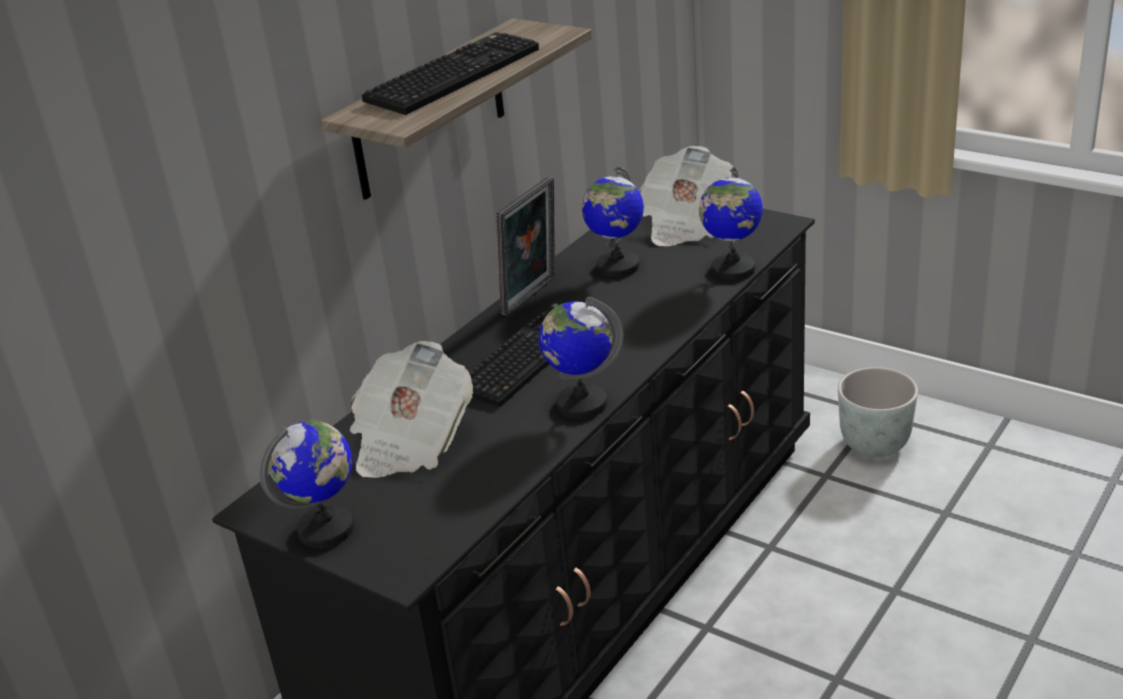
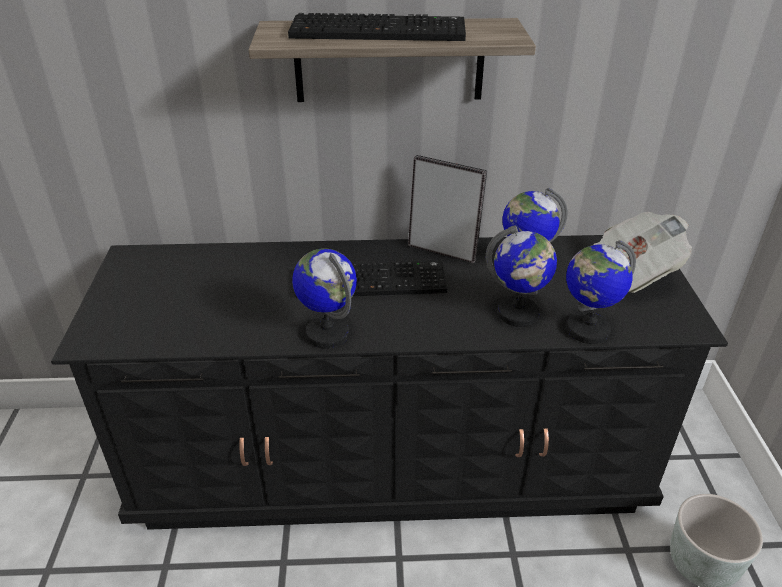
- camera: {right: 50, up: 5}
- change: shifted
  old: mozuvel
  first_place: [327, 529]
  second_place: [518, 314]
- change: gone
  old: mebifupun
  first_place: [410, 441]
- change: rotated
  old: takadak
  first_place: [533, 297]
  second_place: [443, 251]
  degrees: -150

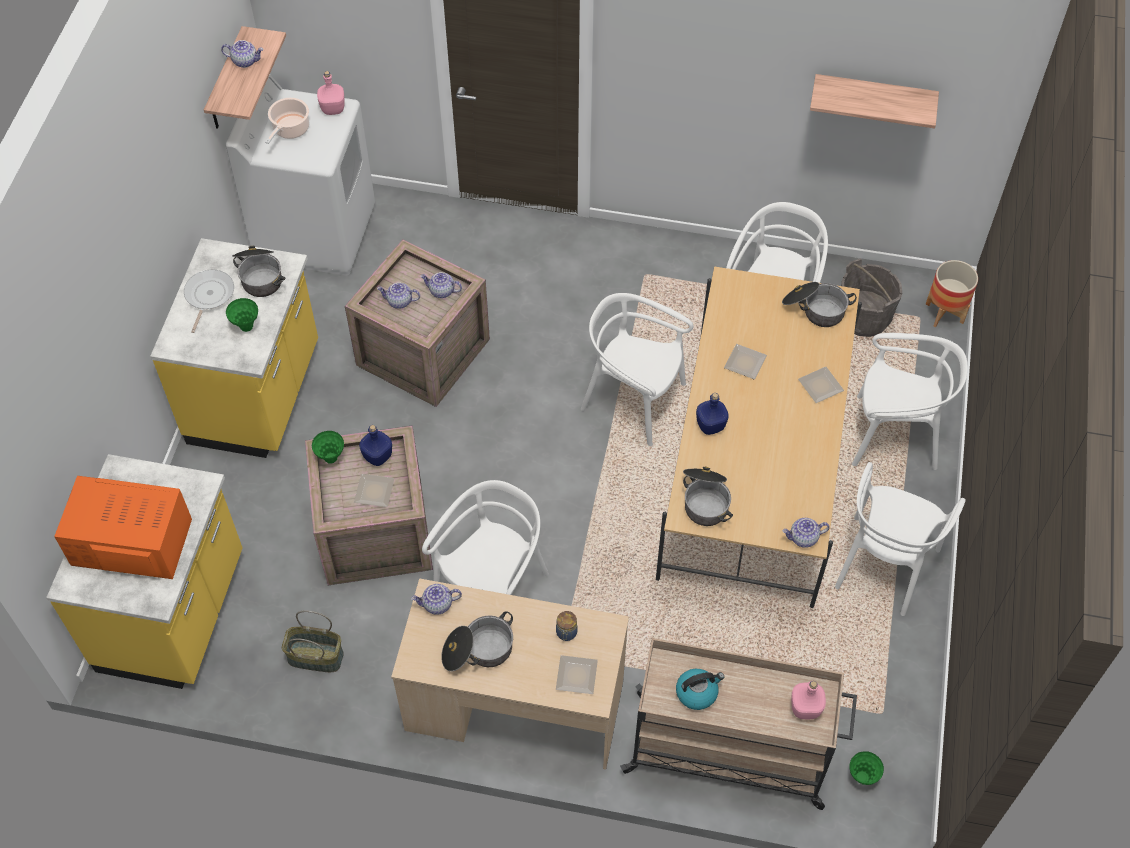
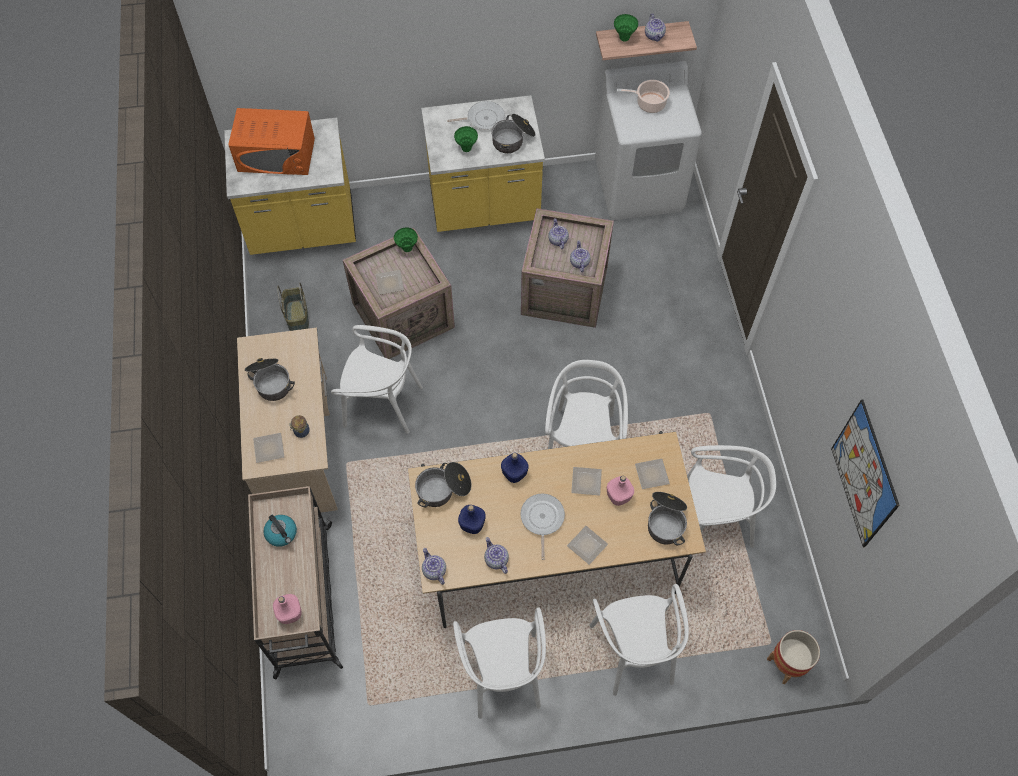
- camera: {right: 70, up: 5}
- change: rotated
  old: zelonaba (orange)
  first_place: [131, 541]
  second_place: [276, 155]
  degrees: 105
- change: shifted
  old: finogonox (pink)
  first_place: [333, 109]
  second_place: [619, 496]
- change: shifted
  old: finogonox (blue)
  first_place: [377, 457]
  second_place: [471, 524]
- change: shifted
  old: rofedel
  first_place: [437, 604]
  second_place: [496, 560]
- change: swapped
  old: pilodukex
  new: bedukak
  first_place: [873, 97]
  second_place: [864, 474]
- change: rotated
  old: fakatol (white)
  first_place: [884, 565]
  second_place: [503, 674]
  degrees: -105
- change: gone
  old: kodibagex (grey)
  first_place: [864, 317]
- change: shifted
  old: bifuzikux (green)
  first_place: [862, 777]
  second_place: [624, 38]
- change: new
  new: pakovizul
  second_place: [542, 519]
- change: new
  new: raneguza
  second_place: [653, 475]

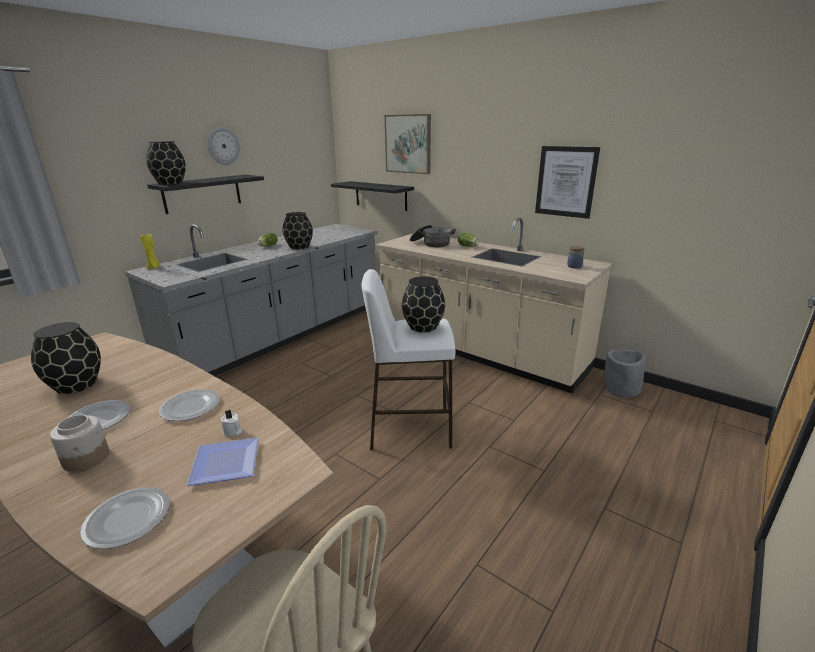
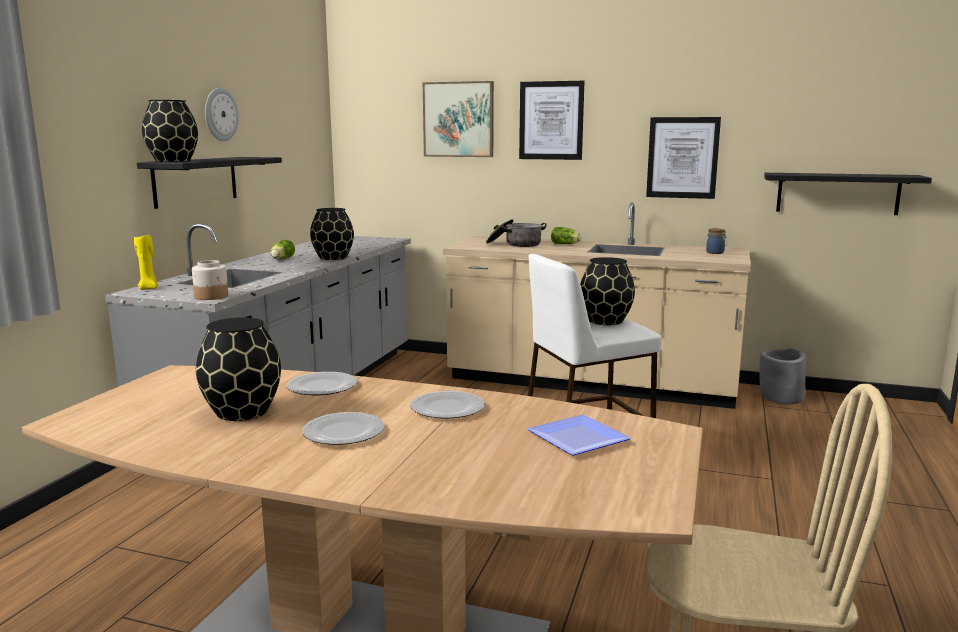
- camera: {right: -20, up: -10}
- change: shifted
  old: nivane
  first_place: [86, 458]
  second_place: [212, 296]
- change: shifted
  old: raneguza
  first_place: [129, 518]
  second_place: [322, 386]
- change: gone
  old: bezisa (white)
  first_place: [232, 431]
- change: shifted
  old: pilodukex (black)
  first_place: [380, 195]
  second_place: [837, 193]
- change: new
  new: bedukak
  second_place: [551, 120]

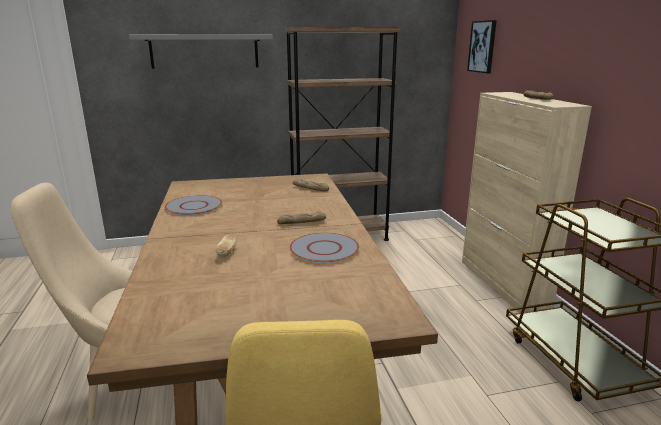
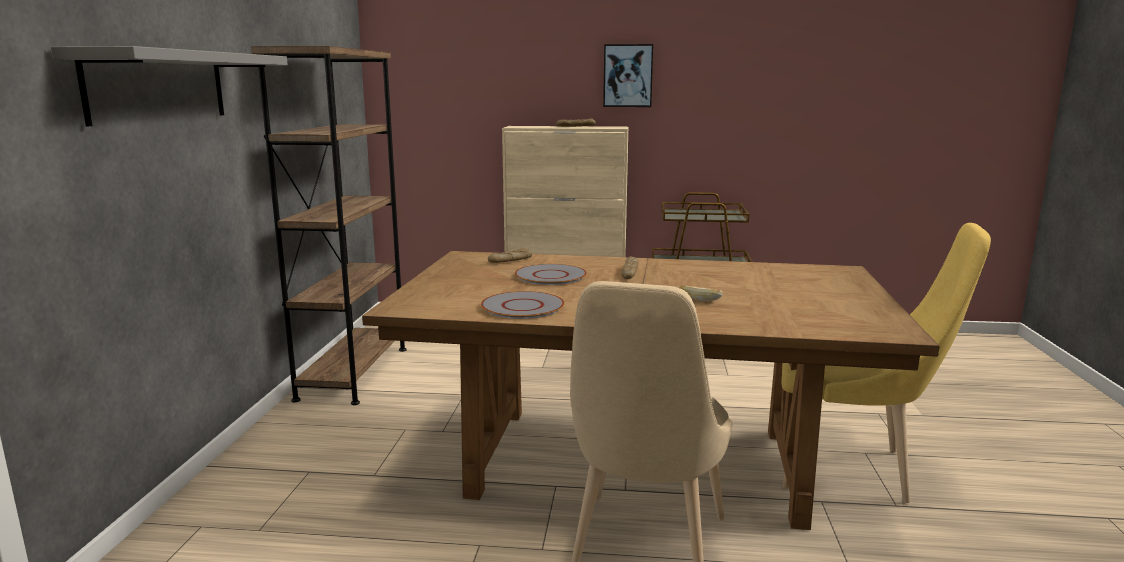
- camera: {right: -70, up: -5}
- change: shifted
  old: raneguza (grey)
  first_place: [324, 249]
  second_place: [550, 276]
- change: shifted
  old: bedukak
  first_place: [482, 46]
  second_place: [628, 75]

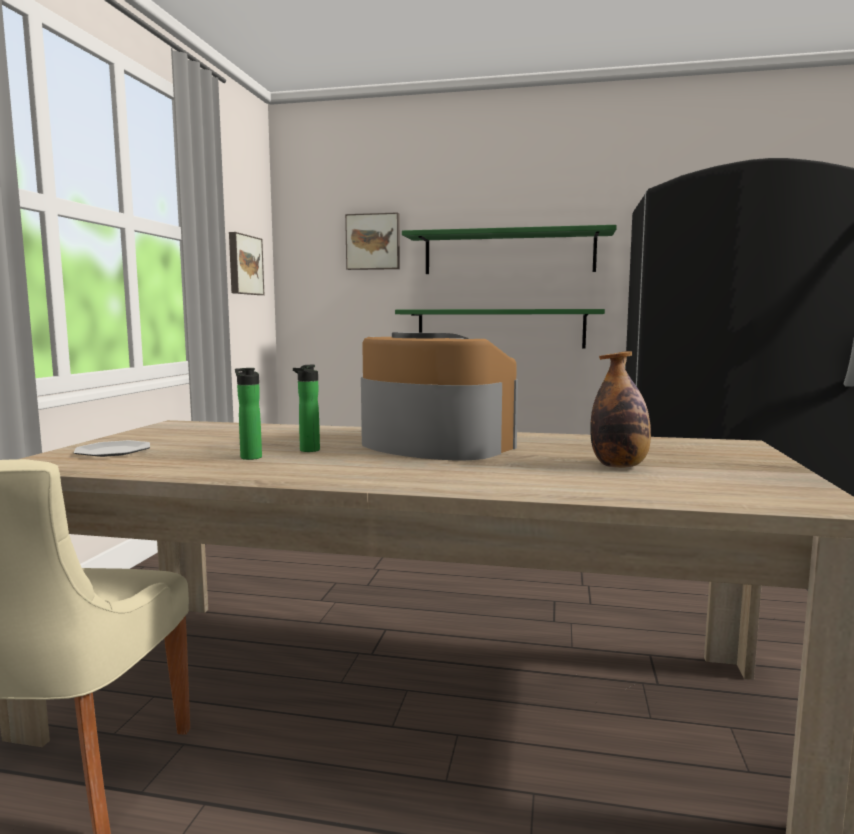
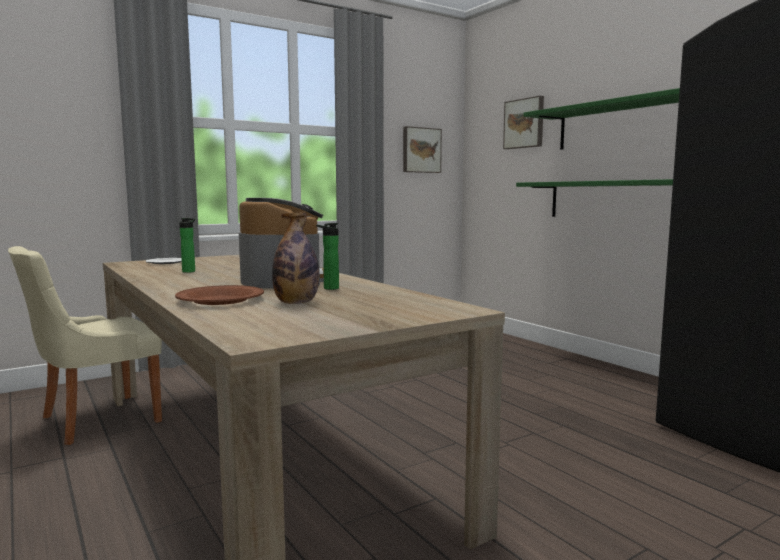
- camera: {right: 45, up: 0}
- change: shifted
  old: finogonox
  first_place: [308, 451]
  second_place: [328, 288]
- change: new
  new: raneguza (brown)
  second_place: [220, 300]

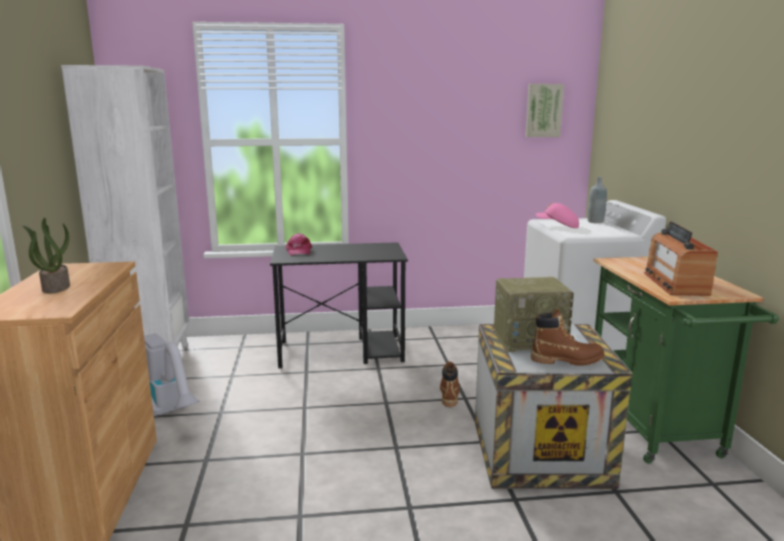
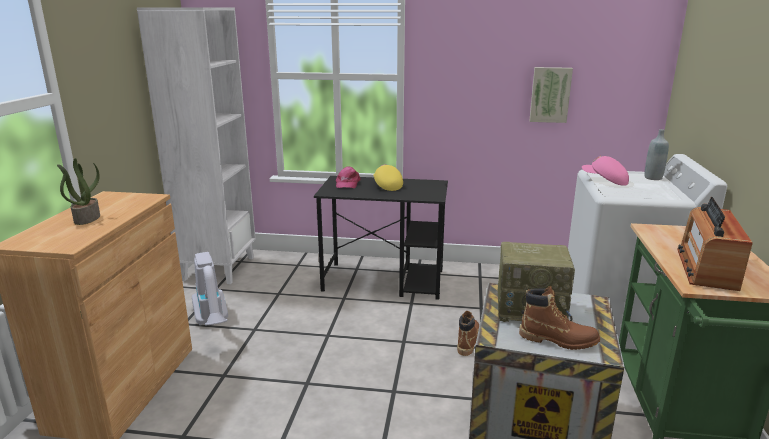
- camera: {right: 15, up: 5}
- change: shifted
  old: bedukak
  first_place: [543, 110]
  second_place: [550, 94]
- change: new
  new: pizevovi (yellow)
  second_place: [386, 186]

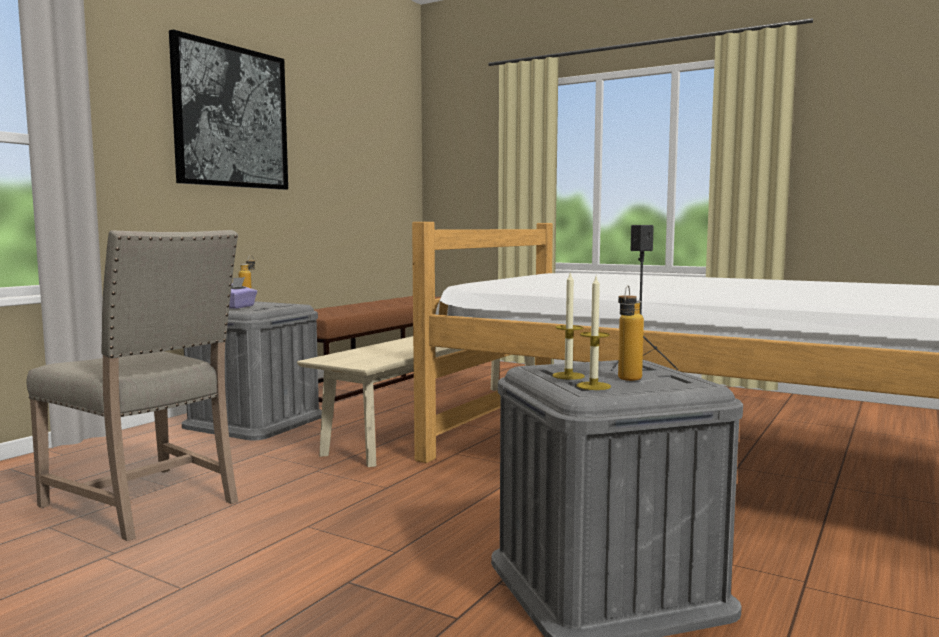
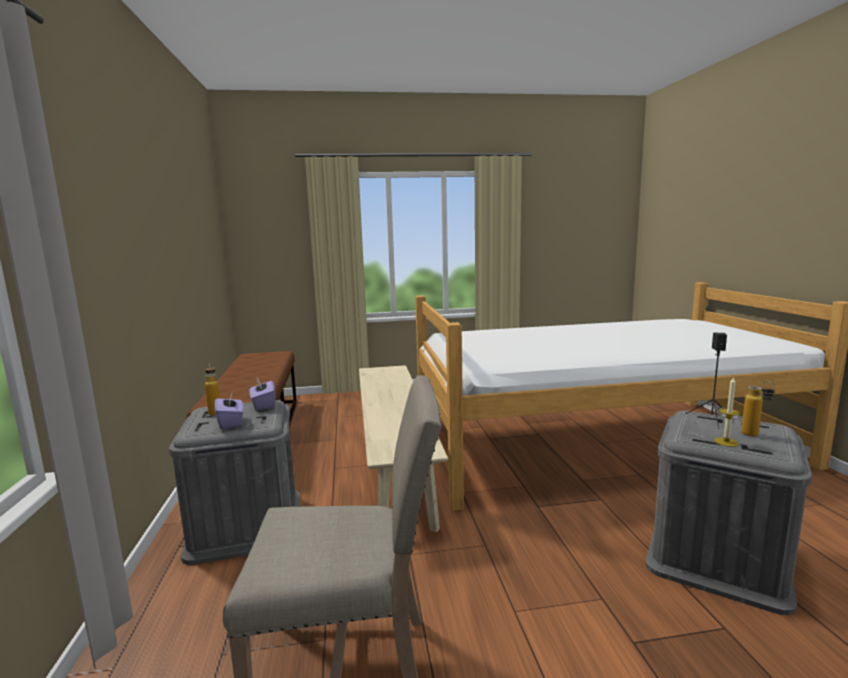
- camera: {right: -40, up: 5}
- change: gone
  old: bedukak
  first_place: [231, 117]
- change: gone
  old: bezisa
  first_place: [593, 386]
- change: new
  new: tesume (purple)
  second_place: [263, 405]

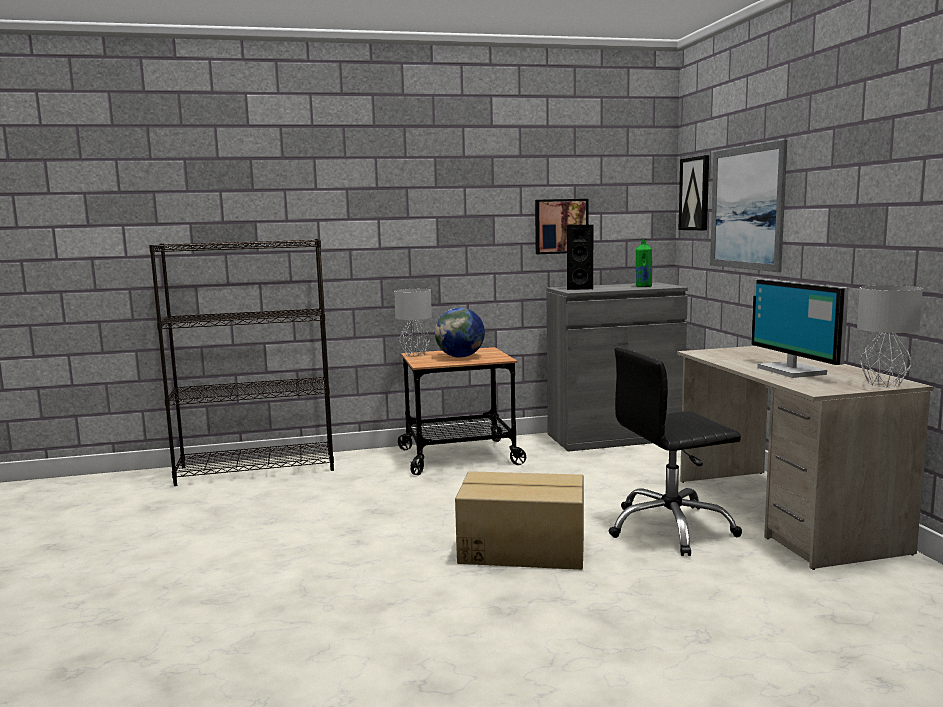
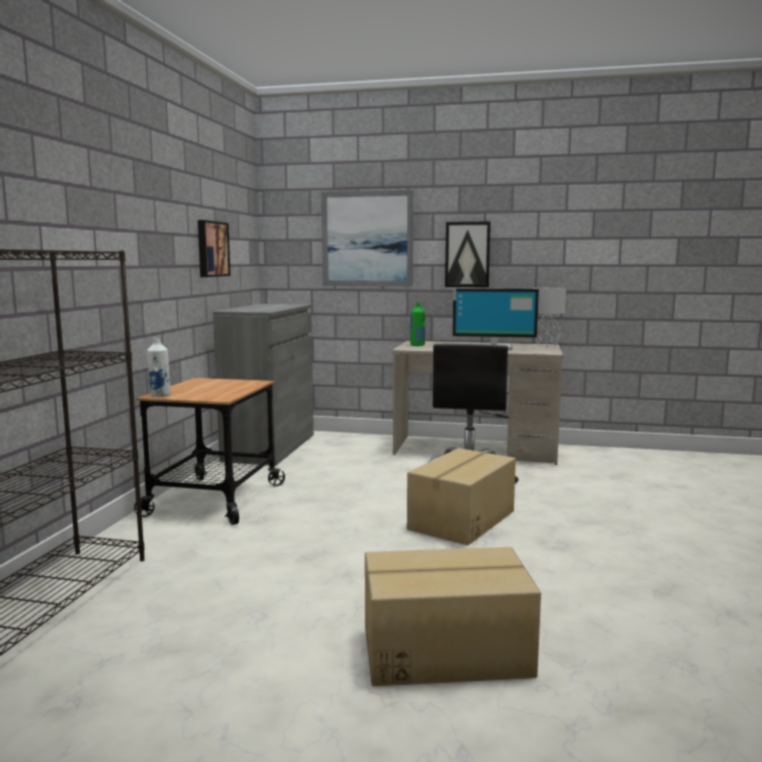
- camera: {right: -65, up: 0}
- change: swapped
  old: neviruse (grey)
  new: finogonox (white)
  first_place: [415, 354]
  second_place: [160, 395]
- change: gone
  old: mozuvel
  first_place: [460, 357]
- change: gone
  old: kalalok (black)
  first_place: [579, 288]
- change: shifted
  old: finogonox (green)
  first_place: [643, 286]
  second_place: [417, 345]
- change: shifted
  old: bedukak
  first_place: [695, 194]
  second_place: [467, 254]
- change: new
  new: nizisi
  second_place: [444, 650]

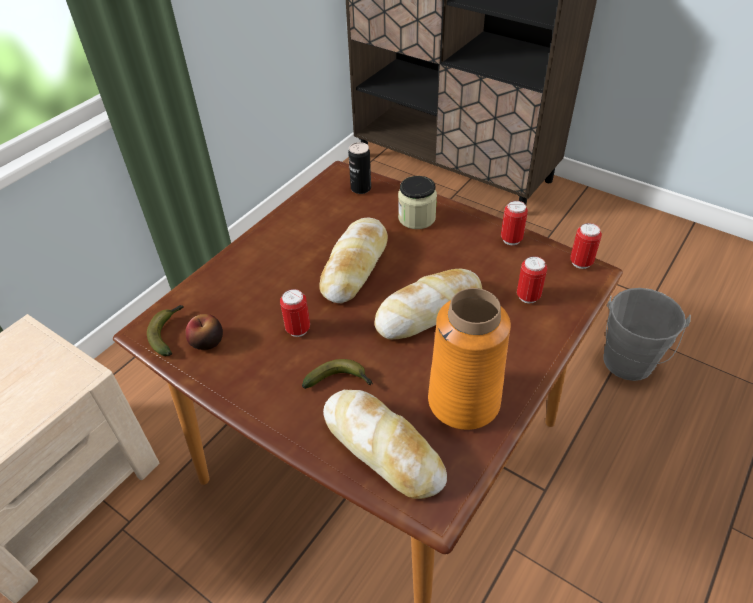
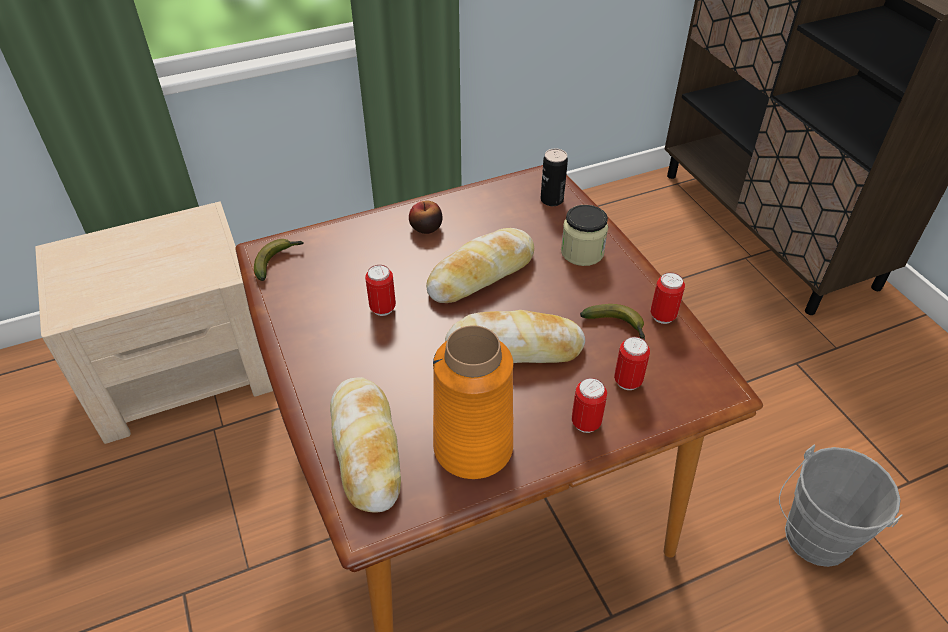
- camera: {right: 30, up: 0}
- change: shifted
  old: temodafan
  first_place: [207, 341]
  second_place: [426, 227]
- change: shifted
  old: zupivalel
  first_place: [340, 381]
  second_place: [617, 326]
- change: shifted
  old: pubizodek
  first_place: [581, 262]
  second_place: [586, 423]

